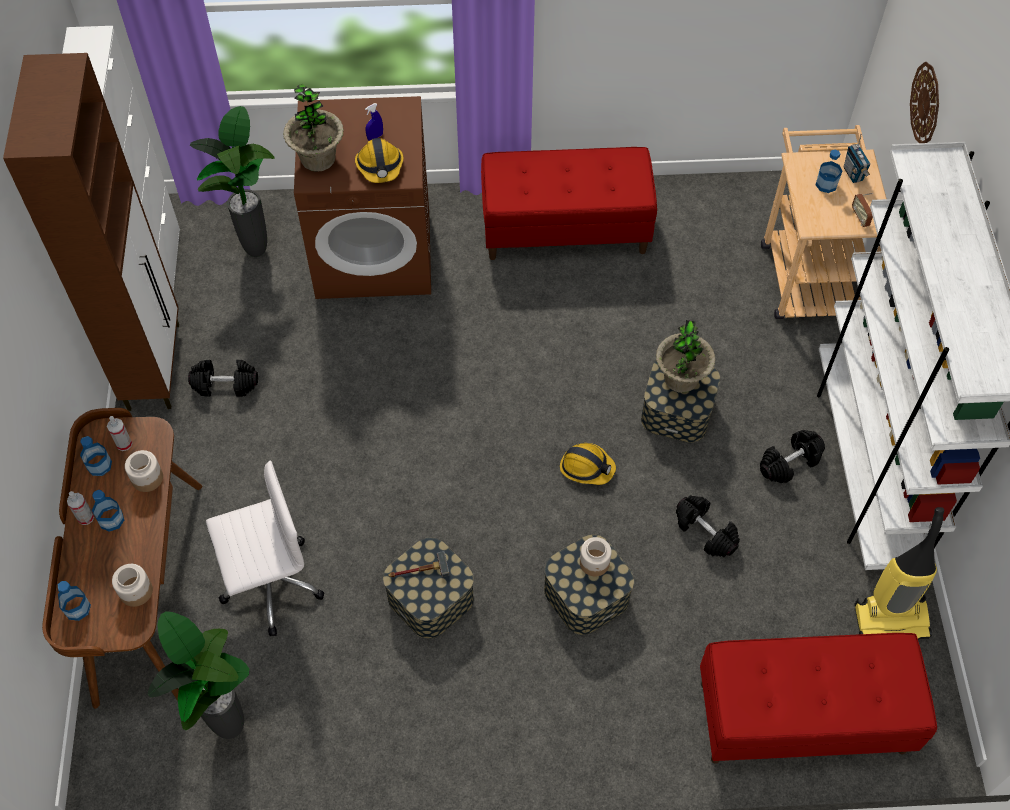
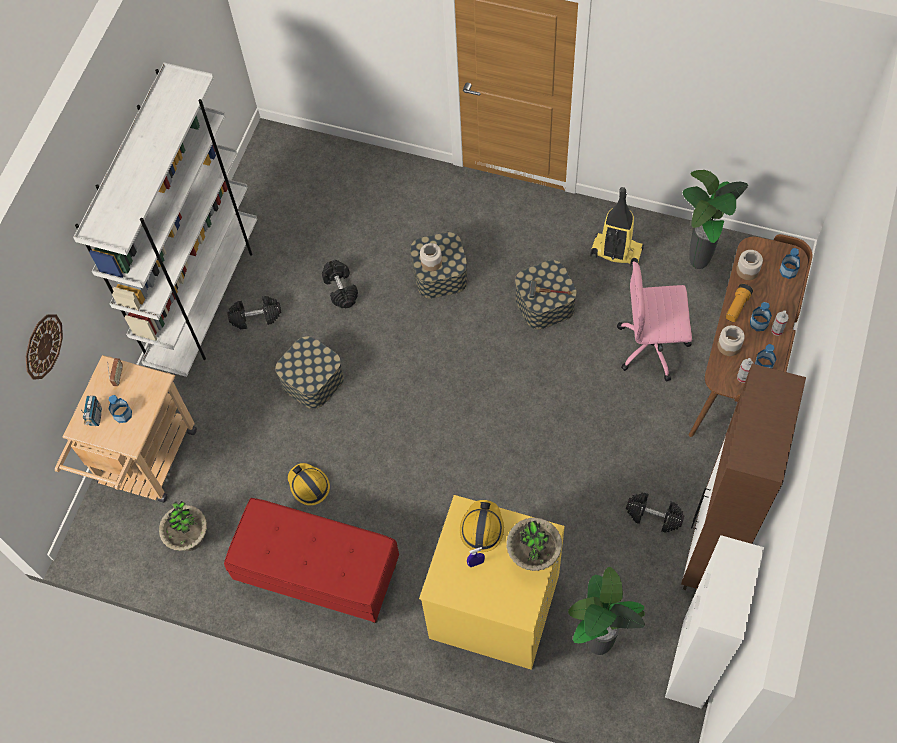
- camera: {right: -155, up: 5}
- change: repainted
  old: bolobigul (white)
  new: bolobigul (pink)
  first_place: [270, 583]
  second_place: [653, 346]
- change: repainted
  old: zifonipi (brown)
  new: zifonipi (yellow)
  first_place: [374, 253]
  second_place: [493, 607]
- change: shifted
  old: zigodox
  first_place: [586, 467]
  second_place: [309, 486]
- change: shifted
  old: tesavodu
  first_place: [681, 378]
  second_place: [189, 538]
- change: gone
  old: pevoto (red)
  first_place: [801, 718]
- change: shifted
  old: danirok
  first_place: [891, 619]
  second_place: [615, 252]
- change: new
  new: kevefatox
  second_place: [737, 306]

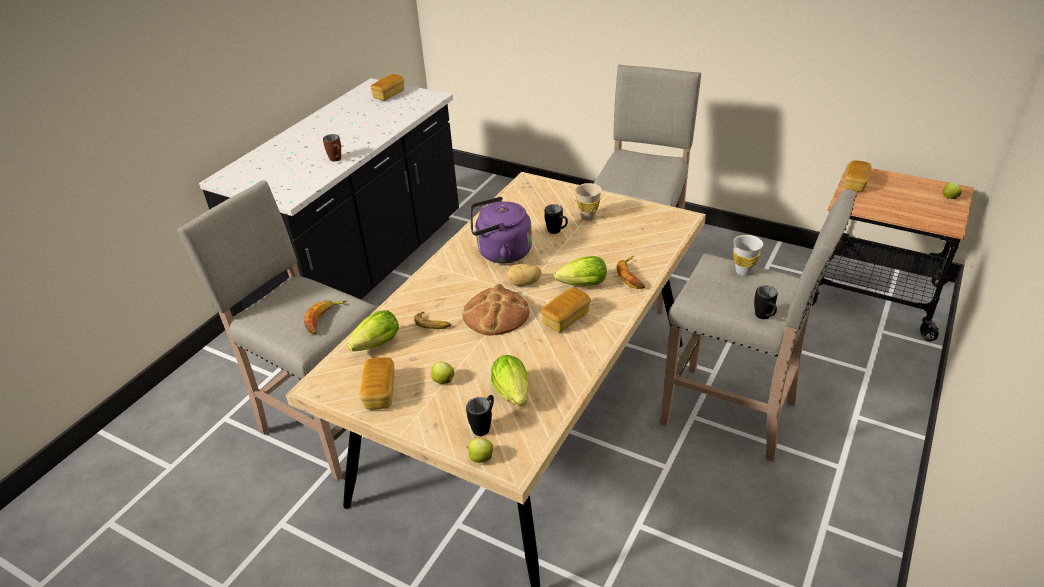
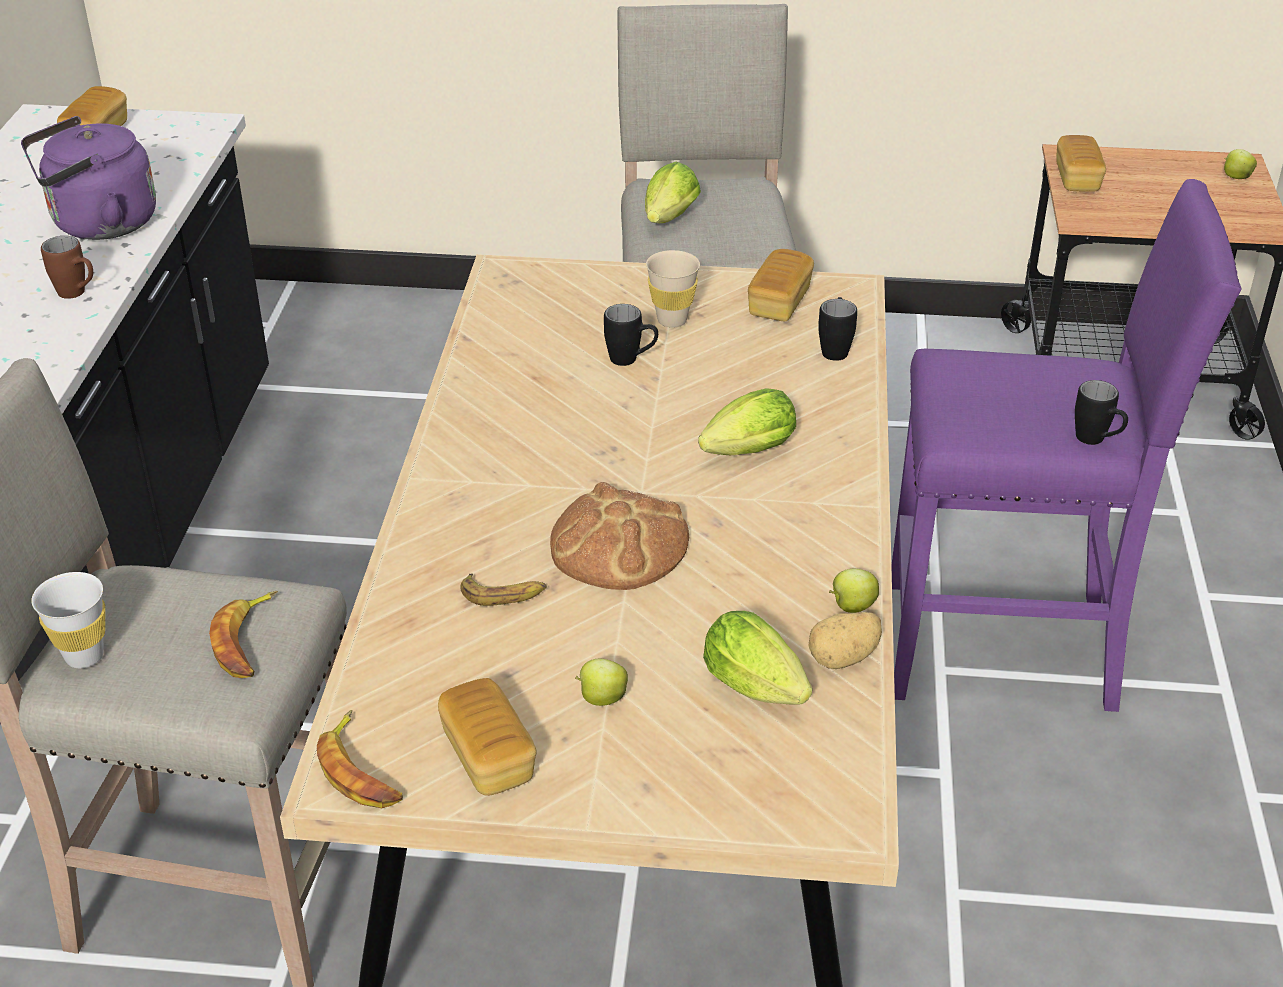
- camera: {right: -25, up: 0}
- change: shifted
  old: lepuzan
  first_place: [375, 346]
  second_place: [667, 220]
- change: shifted
  old: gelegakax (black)
  first_place: [484, 425]
  second_place: [835, 348]
- change: shifted
  old: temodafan
  first_place: [480, 458]
  second_place: [851, 606]
- change: shifted
  old: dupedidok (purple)
  first_place: [501, 253]
  second_place: [98, 225]
- change: shifted
  old: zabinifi
  first_place: [524, 283]
  second_place: [844, 658]
- change: shifted
  old: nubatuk
  first_place: [566, 318]
  second_place: [779, 302]
- change: shifted
  old: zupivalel
  first_place: [631, 276]
  second_place: [361, 770]
- change: repainted
  old: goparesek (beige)
  new: goparesek (purple)
  first_place: [732, 414]
  second_place: [1006, 646]
- change: shifted
  old: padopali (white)
  first_place: [743, 271]
  second_place: [84, 656]

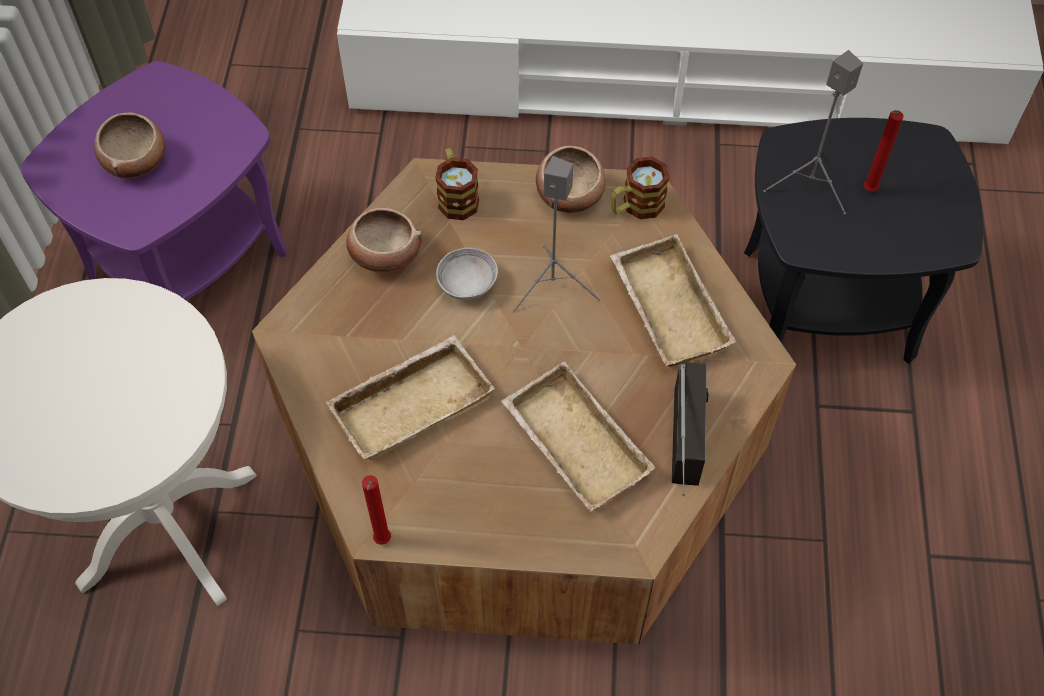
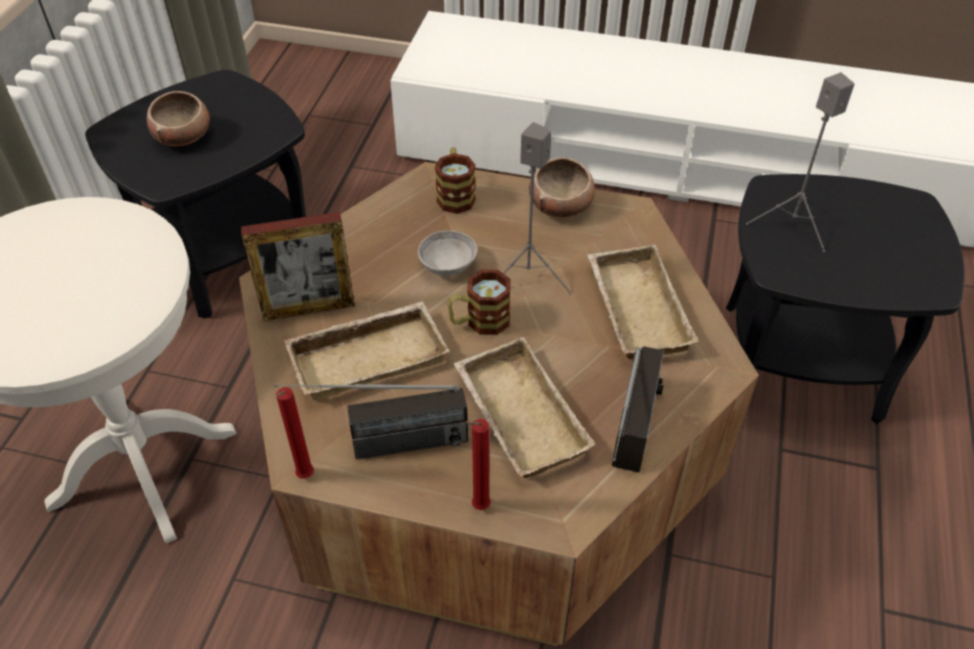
- camera: {right: 10, up: -10}
- change: repainted
  old: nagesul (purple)
  new: nagesul (black)
  first_place: [189, 264]
  second_place: [230, 255]
- change: gone
  old: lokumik
  first_place: [384, 255]
- change: shifted
  old: gelegakax
  first_place: [636, 206]
  second_place: [479, 321]
- change: shifted
  old: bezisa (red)
  first_place: [867, 191]
  second_place: [478, 507]
- change: new
  new: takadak
  second_place: [309, 309]
- change: new
  new: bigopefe
  second_place: [380, 447]

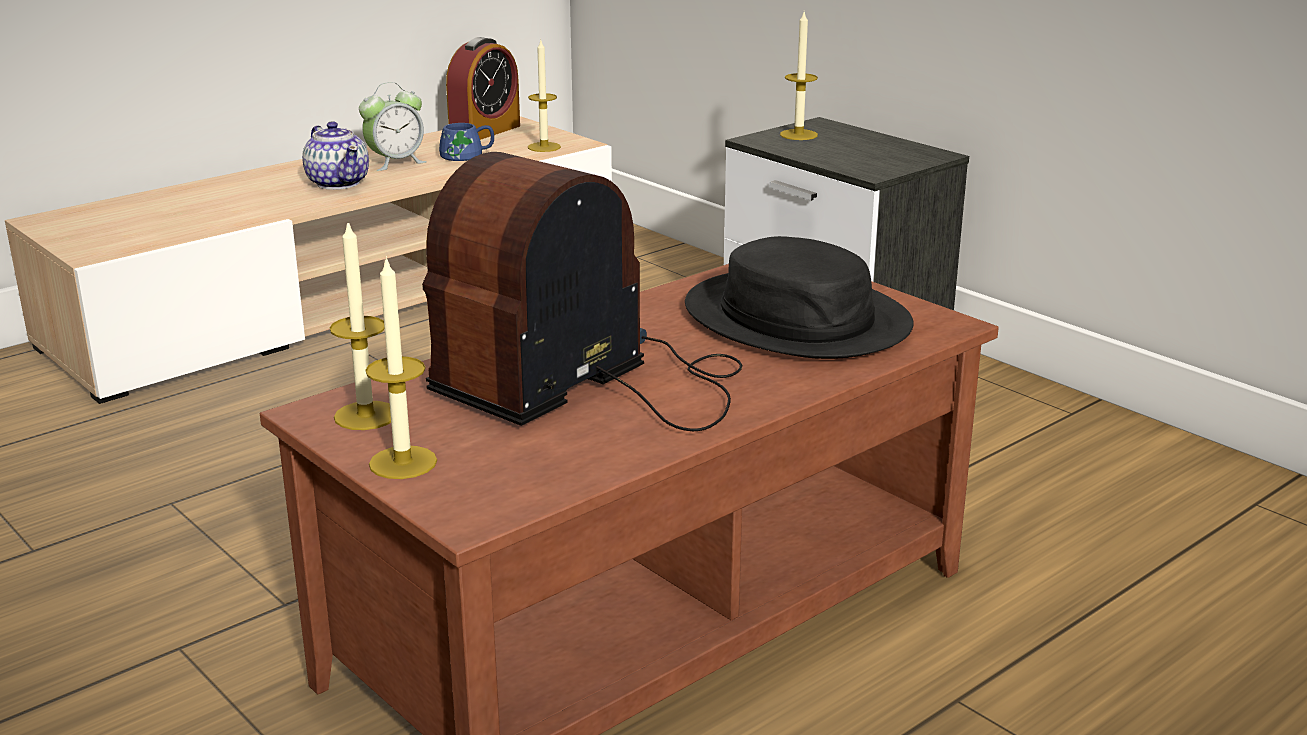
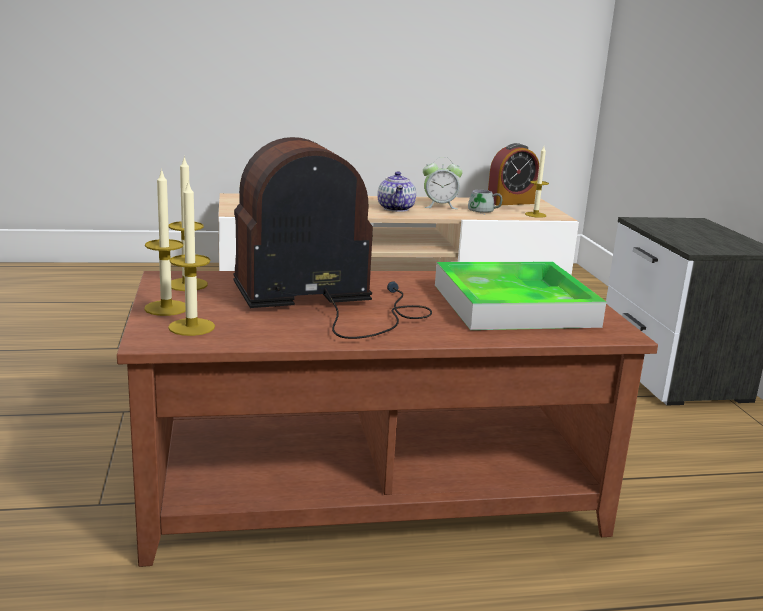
- camera: {right: 30, up: -5}
- change: repainted
  old: gelegakax (blue)
  new: gelegakax (grey)
  first_place: [467, 157]
  second_place: [483, 211]
- change: swapped
  old: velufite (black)
  new: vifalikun
  first_place: [797, 318]
  second_place: [513, 305]
- change: shifted
  old: bezisa
  first_place: [798, 135]
  second_place: [191, 327]

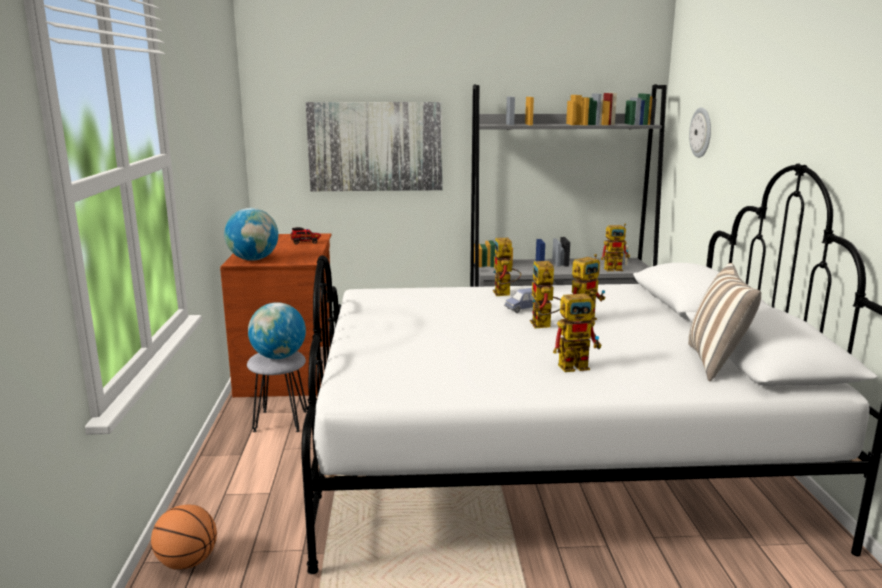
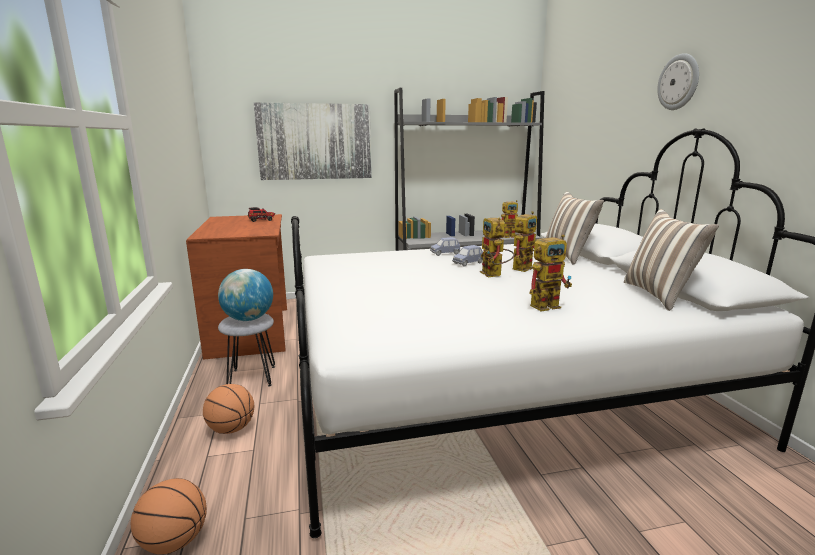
- camera: {right: -10, up: 0}
- change: gone
  old: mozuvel
  first_place: [253, 259]
- change: swapped
  old: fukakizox
  new: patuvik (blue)
  first_place: [504, 294]
  second_place: [445, 253]
- change: shifted
  old: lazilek
  first_place: [701, 132]
  second_place: [678, 82]
- change: new
  new: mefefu
  second_place: [231, 429]
- change: new
  new: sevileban
  second_place: [568, 255]

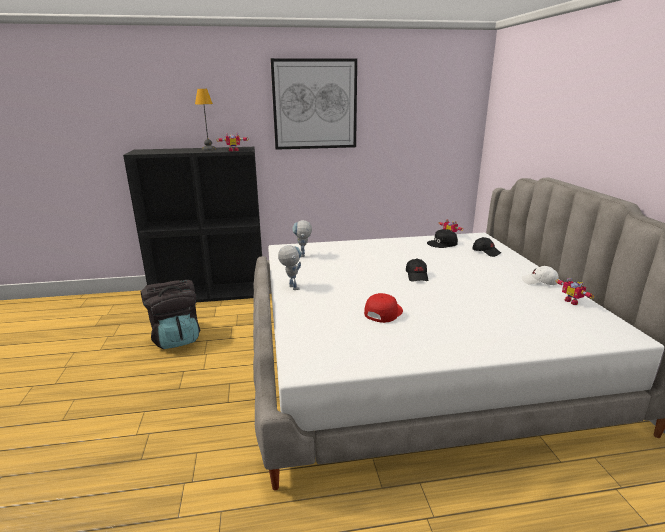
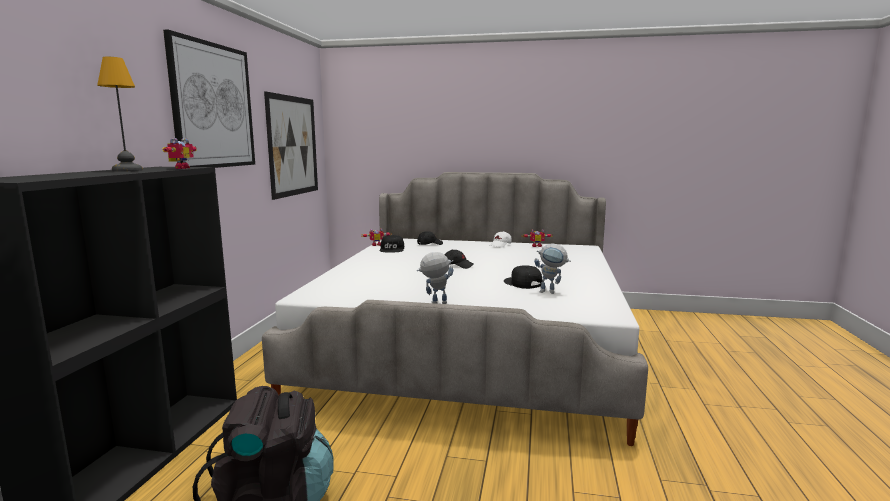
- camera: {right: -70, up: -10}
- change: shifted
  old: fukakizox
  first_place: [303, 256]
  second_place: [551, 292]
- change: repainted
  old: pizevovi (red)
  new: pizevovi (black)
  first_place: [382, 312]
  second_place: [522, 283]
- change: new
  new: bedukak
  second_place: [293, 146]

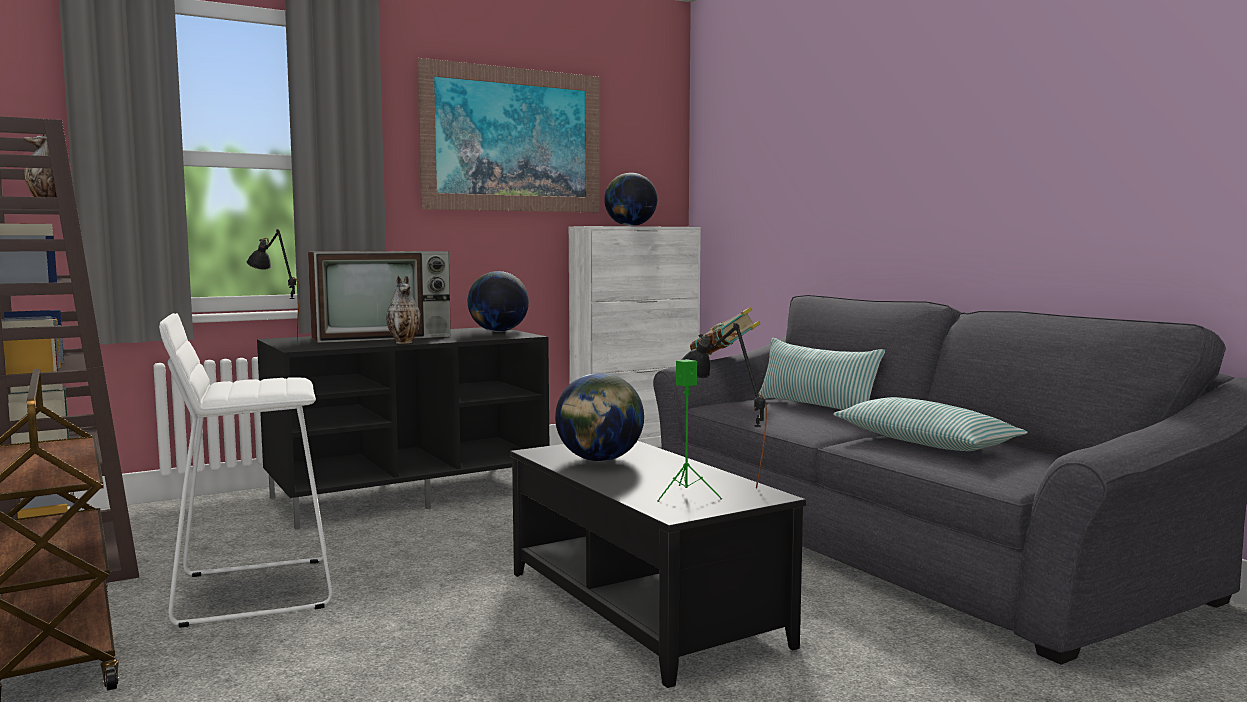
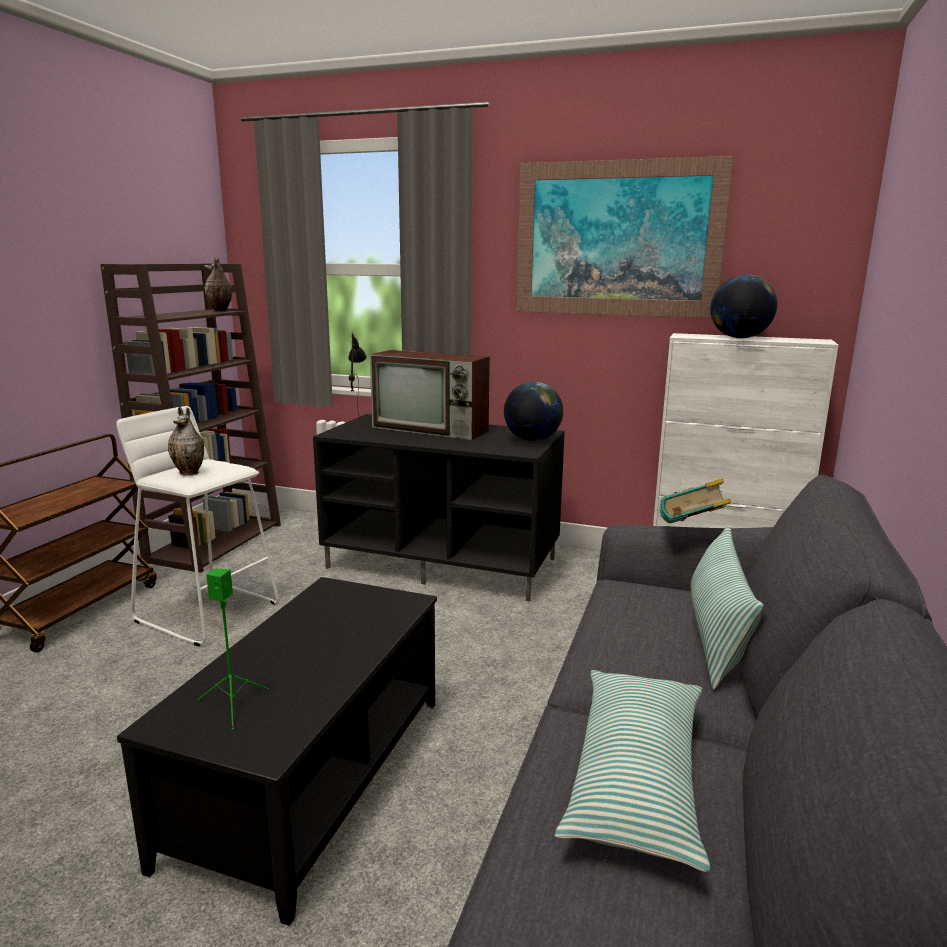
- camera: {right: 50, up: 10}
- change: shifted
  old: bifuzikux
  first_place: [404, 342]
  second_place: [190, 473]
- change: gone
  old: mozuvel
  first_place: [599, 460]
- change: gone
  old: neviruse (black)
  first_place: [720, 483]

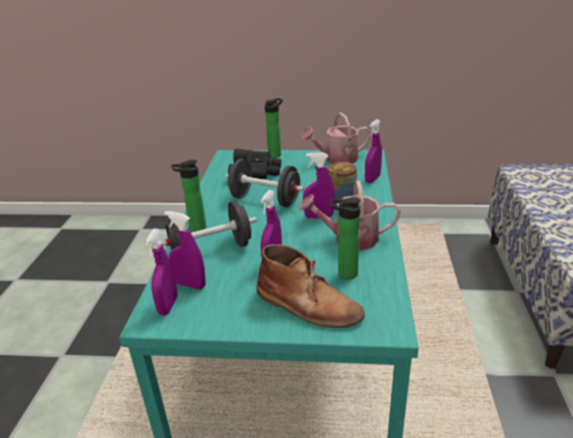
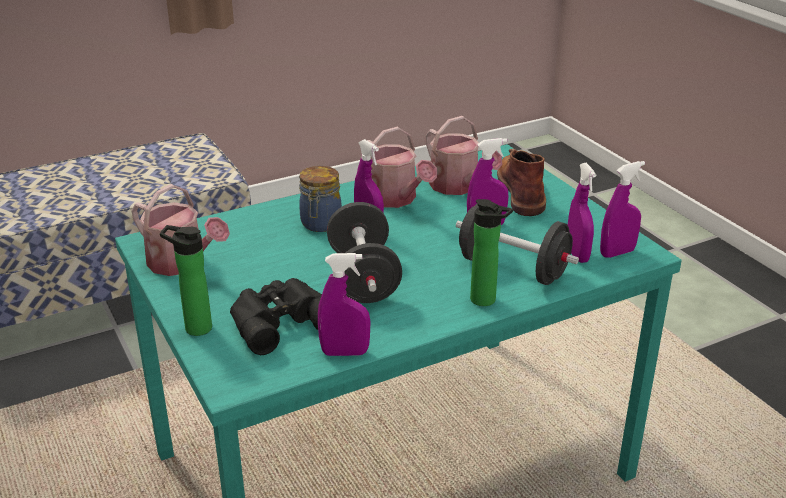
- camera: {right: -125, up: 0}
- change: swapped
  old: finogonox
  new: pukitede
  first_place: [344, 274]
  second_place: [458, 187]
- change: shifted
  old: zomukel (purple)
  first_place: [372, 179]
  second_place: [345, 352]

